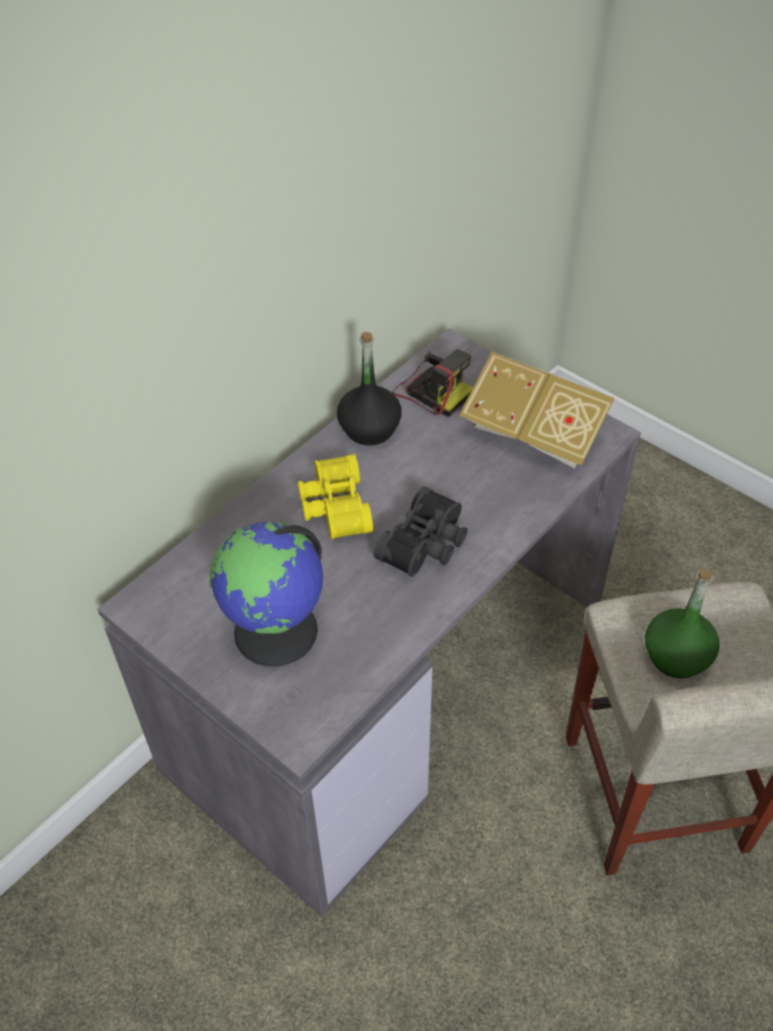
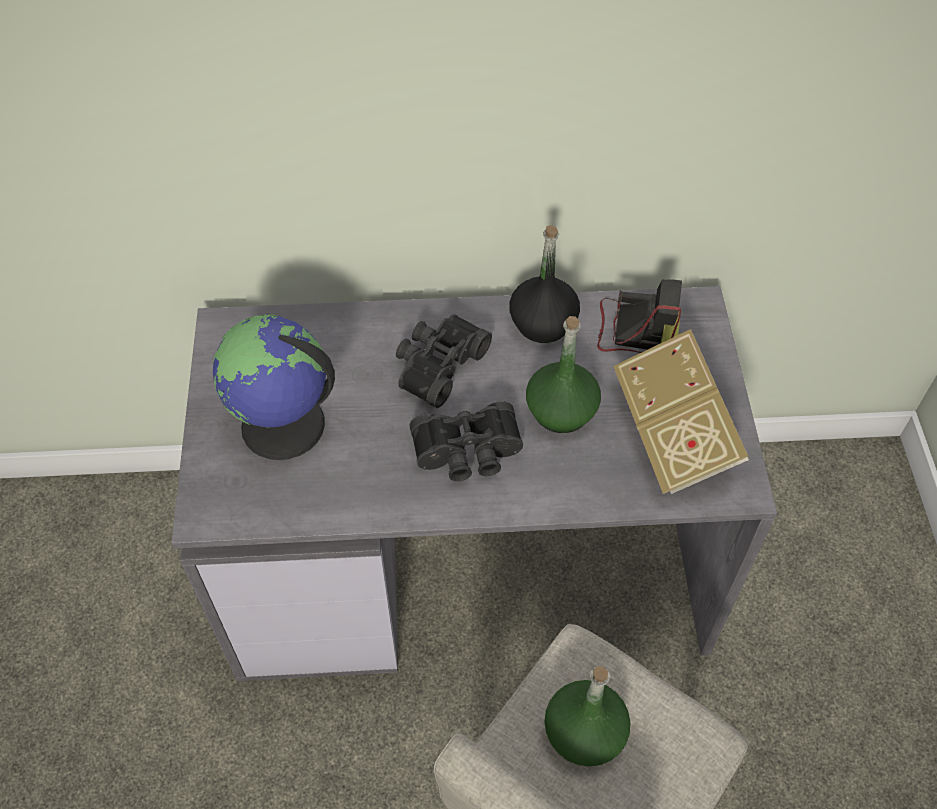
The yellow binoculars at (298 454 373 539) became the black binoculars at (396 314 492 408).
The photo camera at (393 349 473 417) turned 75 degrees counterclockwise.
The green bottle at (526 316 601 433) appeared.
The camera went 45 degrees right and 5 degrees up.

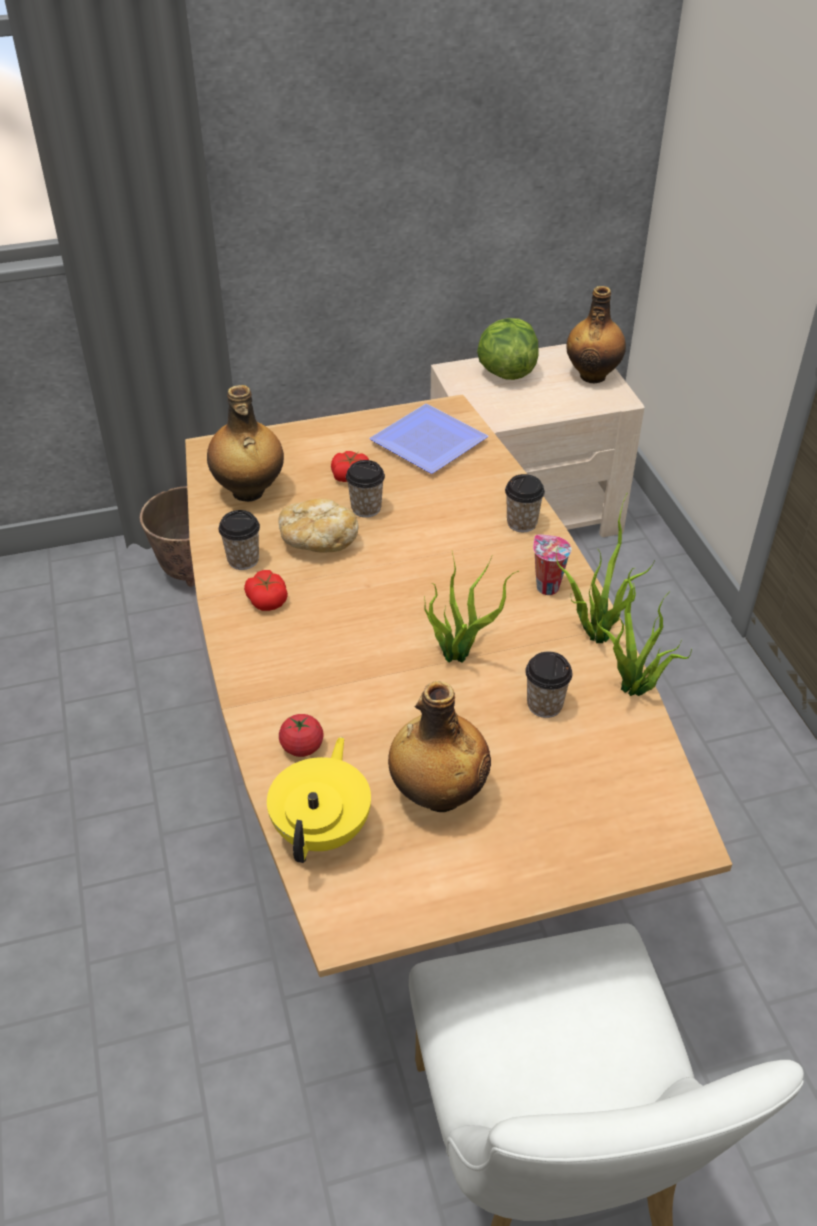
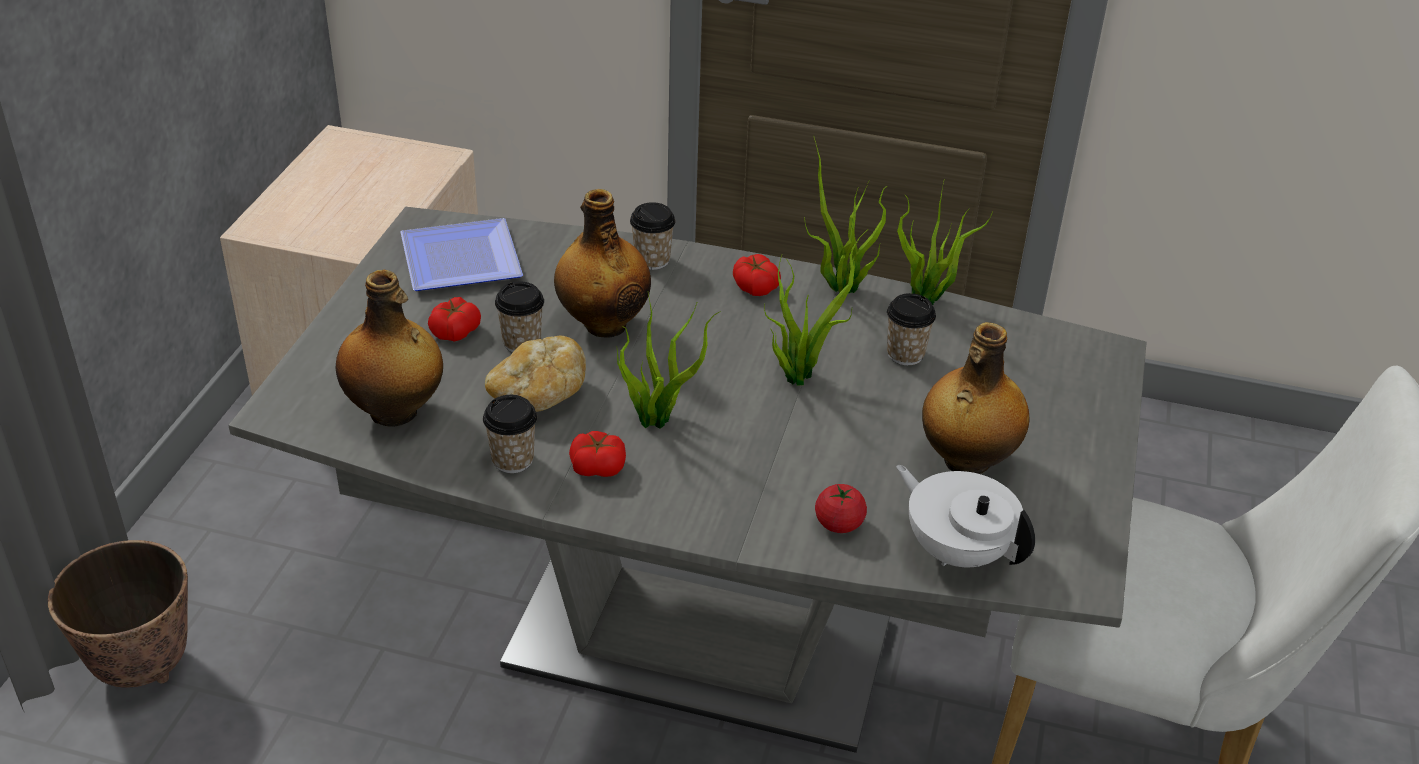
The brown dining table at (185 394 732 977) became the grey dining table at (228 207 1147 753).
The yellow teapot at (267 737 371 863) became the white teapot at (896 465 1035 567).
The lettuce at (477 318 539 380) disappeared.
The cup at (533 534 572 595) was replaced by the tomato at (733 254 781 296).
The bottle moved from (566 286 626 384) to (554 189 651 337).
The potted plant at (617 293 721 429) appeared.
The camera went 60 degrees left and 5 degrees down.

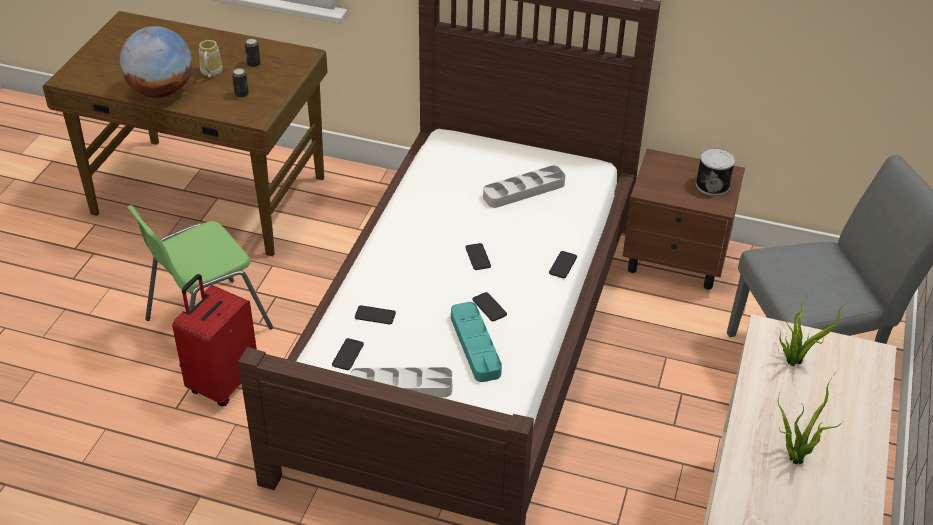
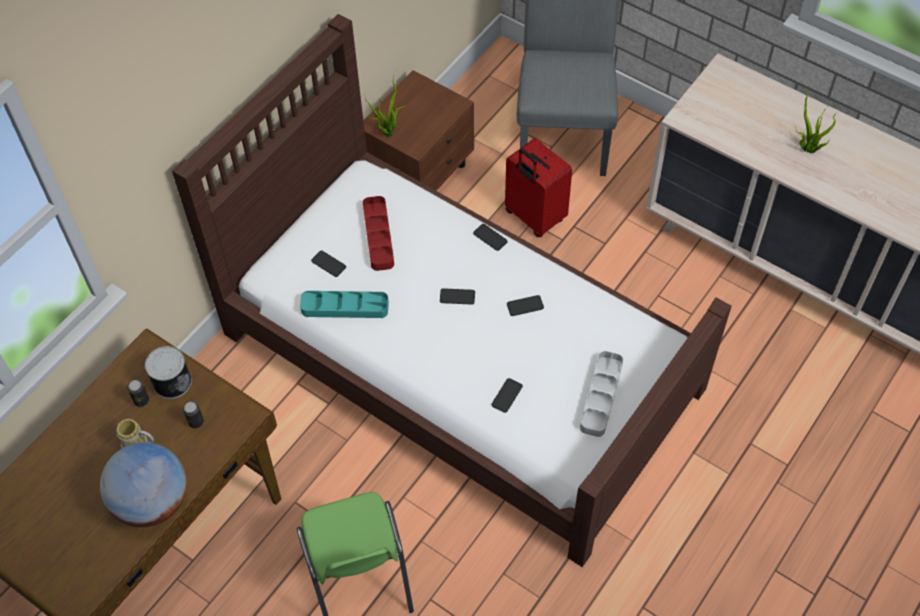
The red suitcase moved from (172 274 257 406) to (505 138 572 237).
The phone moved from (332 338 364 370) to (311 250 346 277).
The turquoise tray moved from (451 302 502 382) to (300 291 389 318).
The grey tray at (483 165 565 208) became the red tray at (363 196 394 271).
The can moved from (696 148 735 196) to (145 346 192 399).
The potted plant moved from (779 294 850 366) to (365 71 407 137).
The camera went 70 degrees left and 15 degrees up.

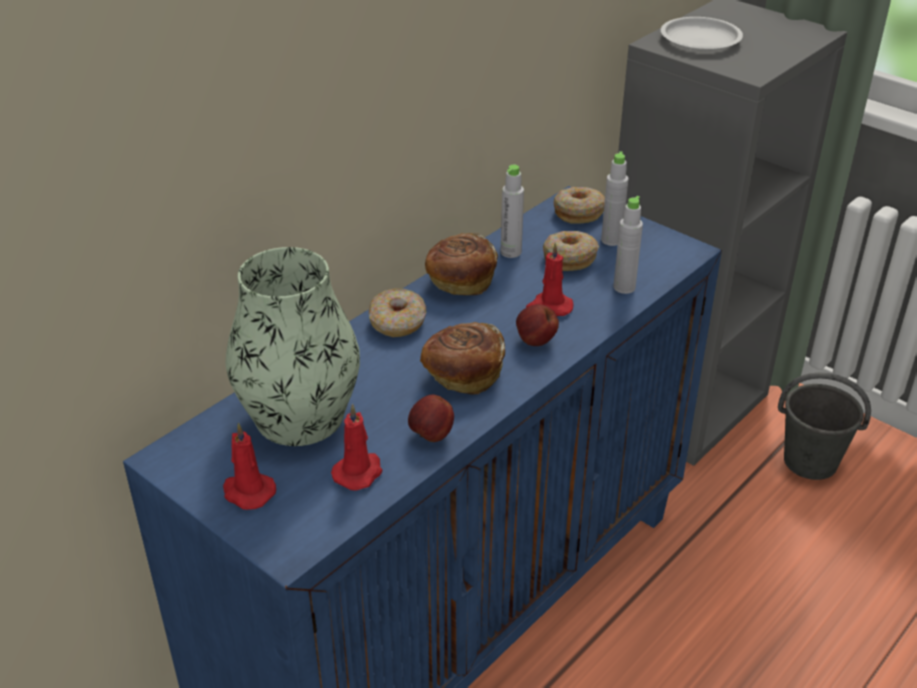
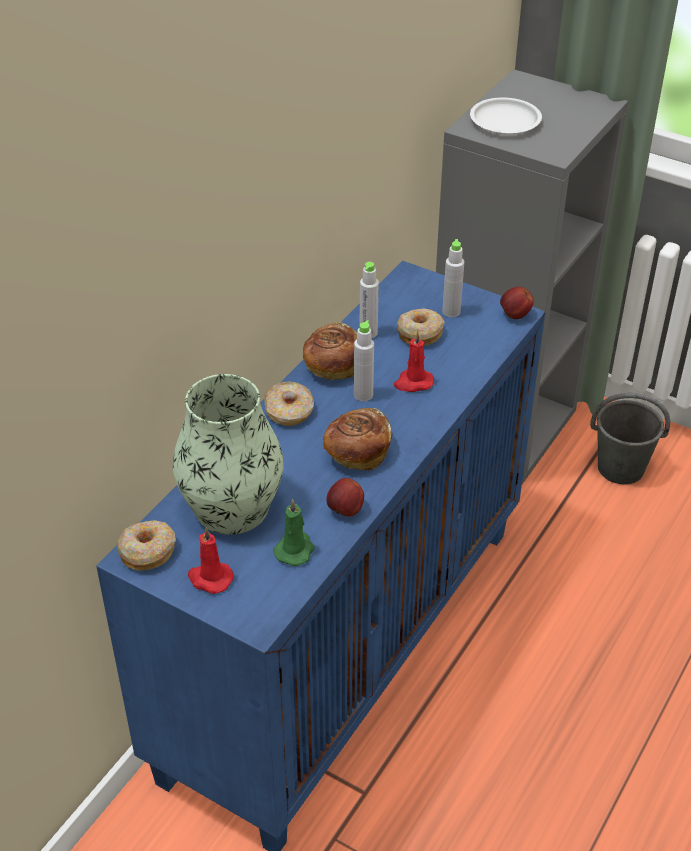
The red candle at (331 404 383 491) became the green candle at (273 499 315 566).
The apple moved from (516 304 559 346) to (500 287 534 319).
The donut moved from (554 187 605 224) to (117 520 176 571).
The grey bottle moved from (613 196 643 294) to (354 320 374 401).
The camera went 10 degrees left and 5 degrees up.

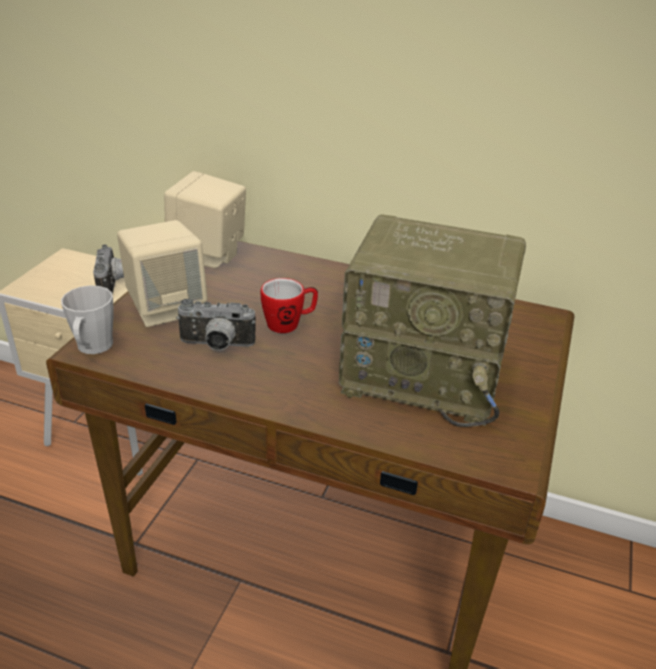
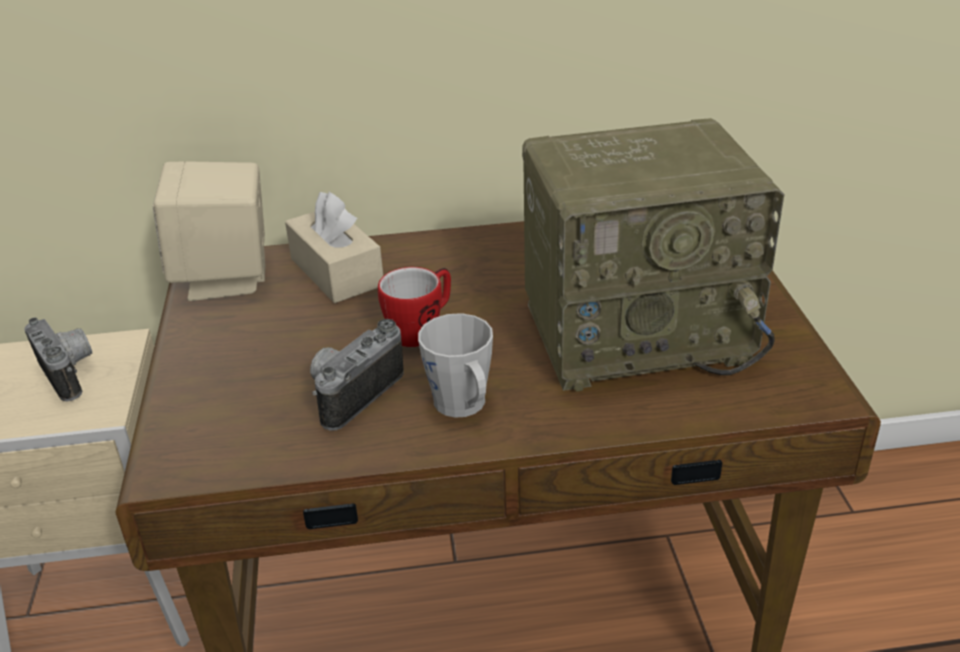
The grey mug moved from (61 285 114 354) to (418 313 493 418).
The beige speaker at (117 220 208 327) disappeared.
The photo camera at (176 299 255 350) turned 150 degrees clockwise.
The beige tissue box at (285 192 383 303) appeared.
The camera went 25 degrees left and 0 degrees up.

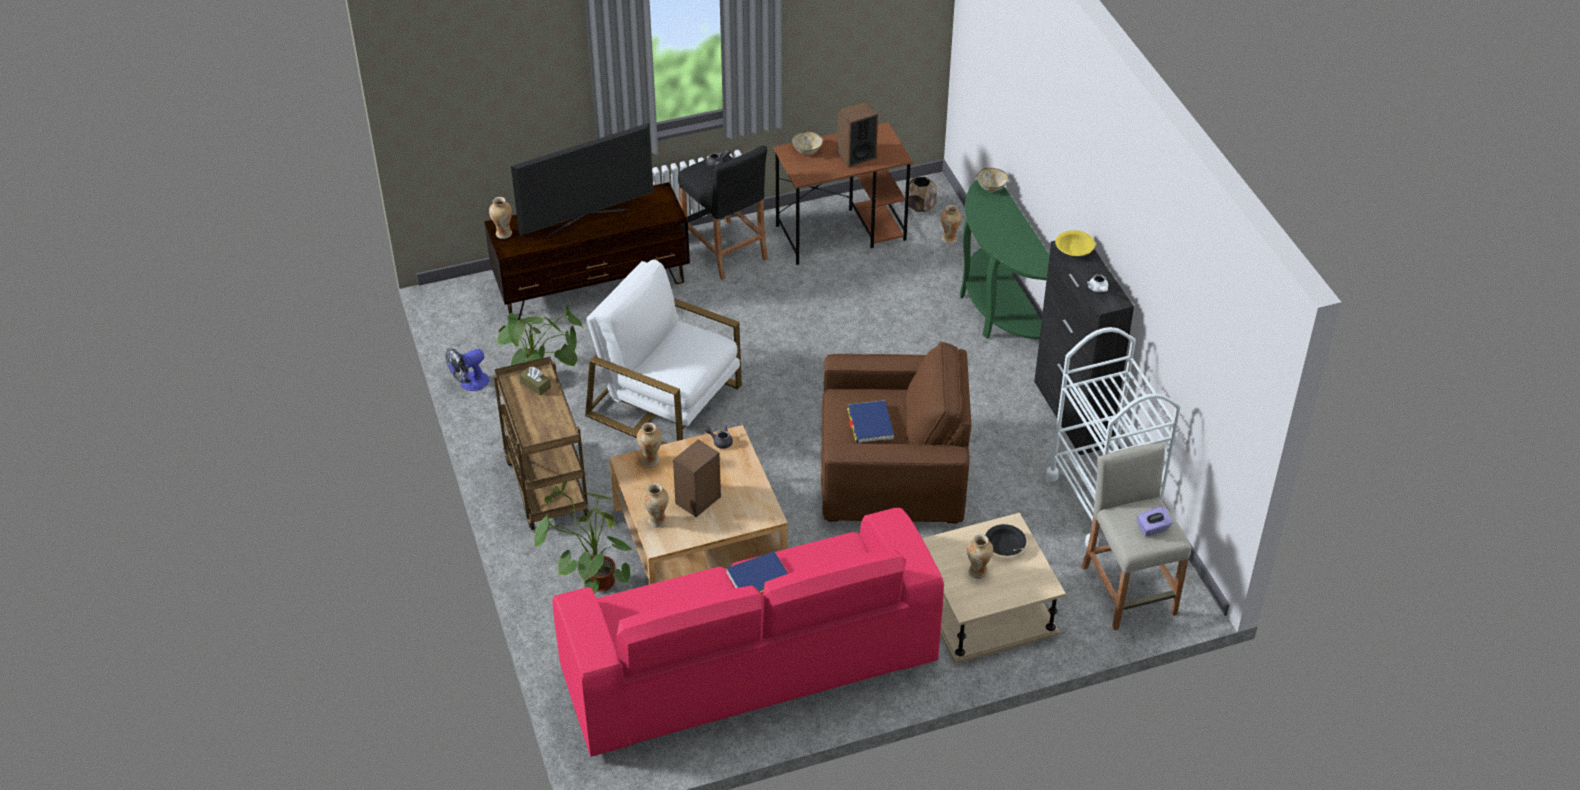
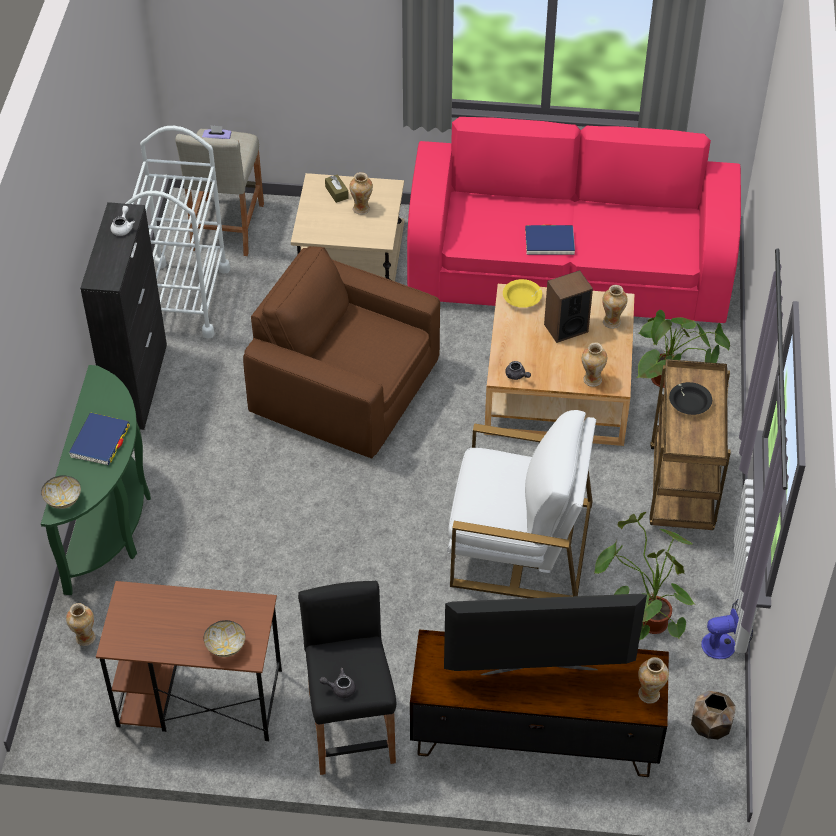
The brown tissue box moved from (519 367 551 396) to (325 174 349 203).
The white armchair at (585 260 742 445) turned 45 degrees counterclockwise.
The speaker at (837 101 878 167) disappeared.
The blue book moved from (847 400 894 443) to (69 412 130 465).
The brown planter moved from (905 177 937 212) to (691 691 736 740).
The black bowl moved from (985 524 1026 556) to (669 382 712 415).
The yellow bowl moved from (1055 230 1095 256) to (503 279 542 308).
The camera went 155 degrees left and 5 degrees up.

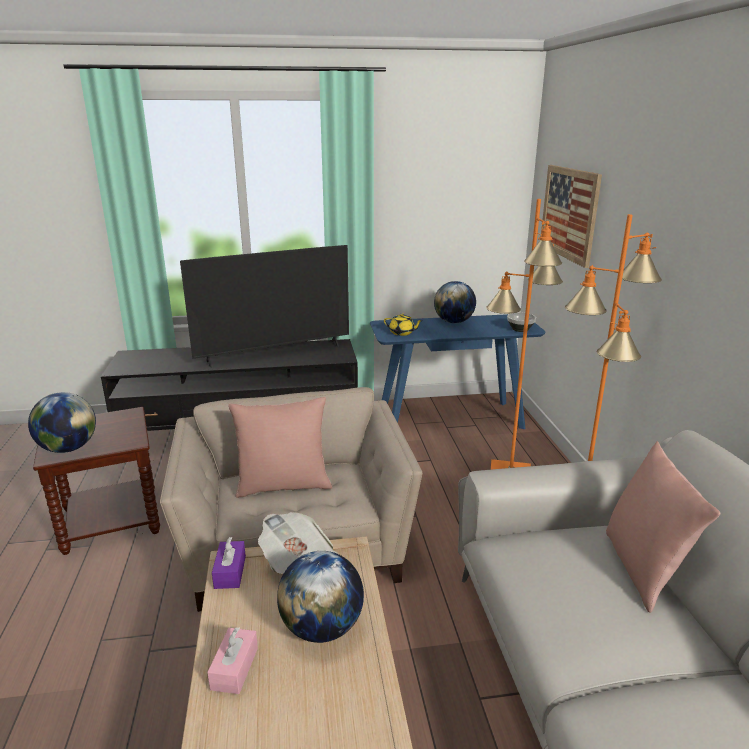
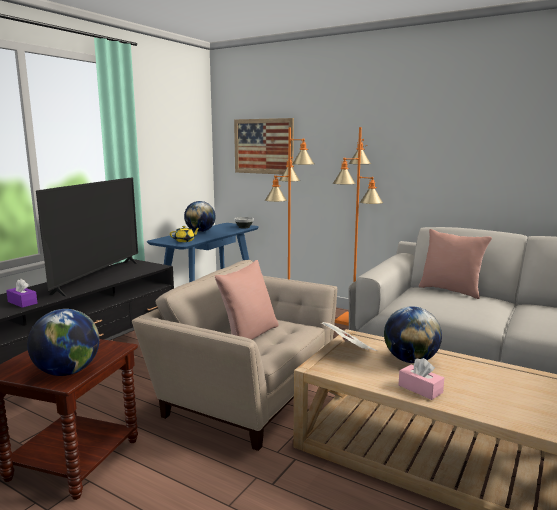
The purple tissue box moved from (212 537 246 589) to (6 279 37 308).
The camera went 50 degrees left and 10 degrees down.

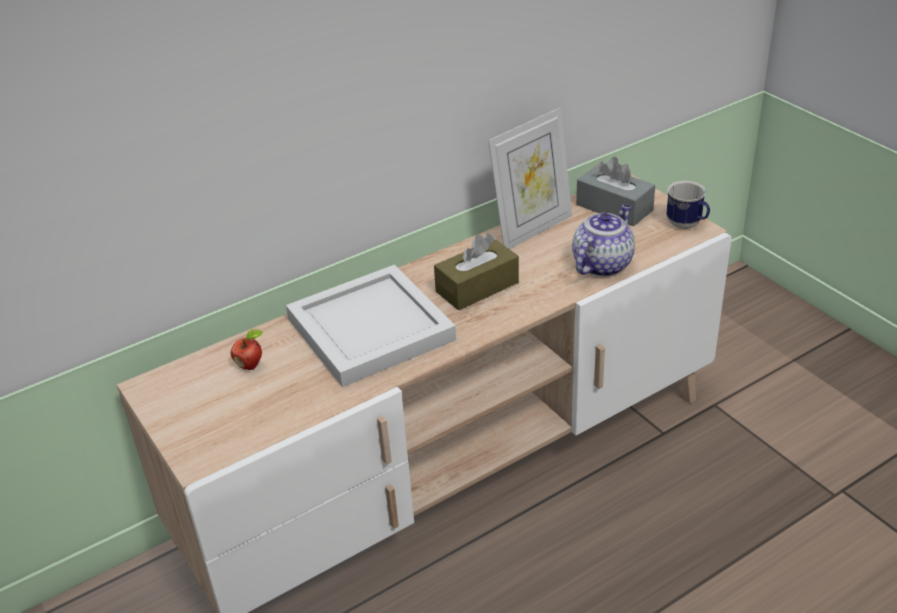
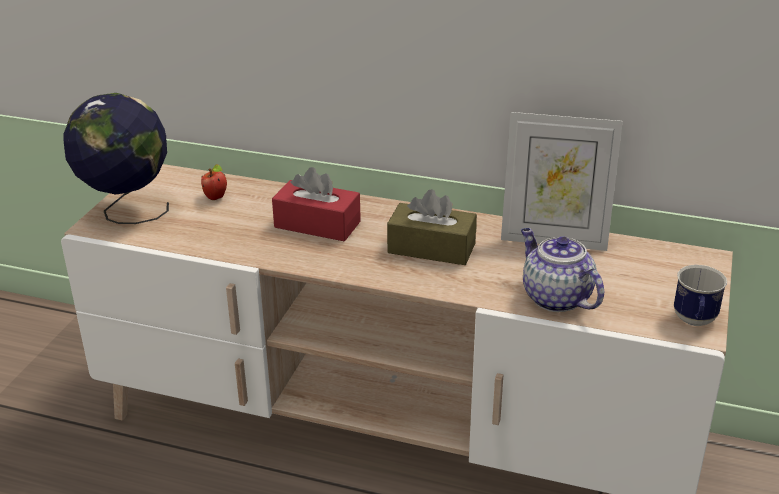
The white tray at (286 265 456 387) was replaced by the red tissue box at (272 167 361 241).
The teapot at (572 204 635 277) turned 120 degrees counterclockwise.
The grey tissue box at (576 157 655 226) disappeared.
The globe at (63 93 169 224) appeared.
The camera went 50 degrees right and 5 degrees down.

